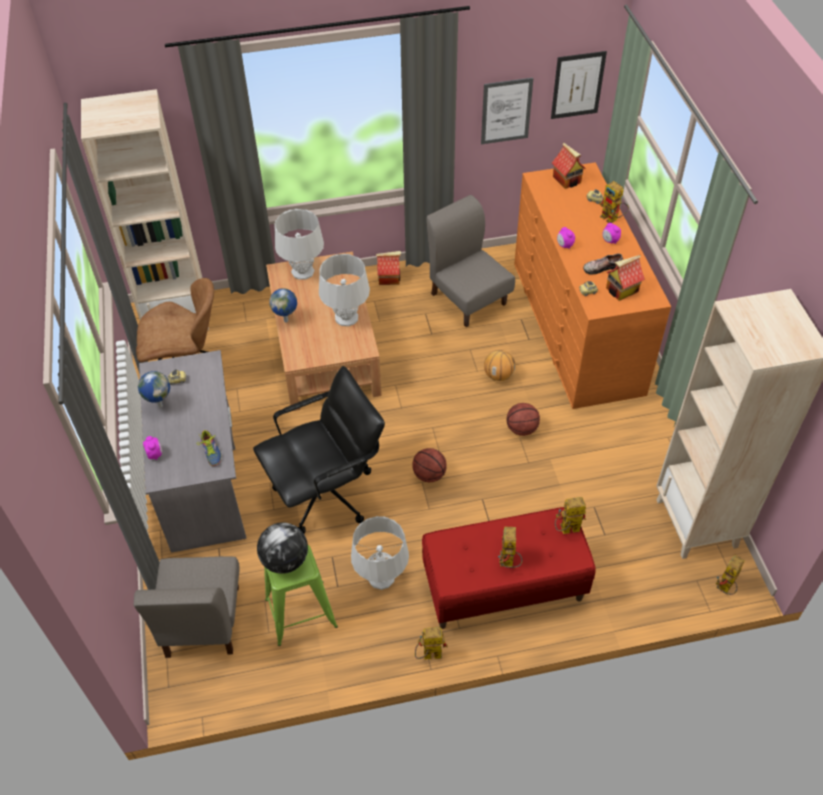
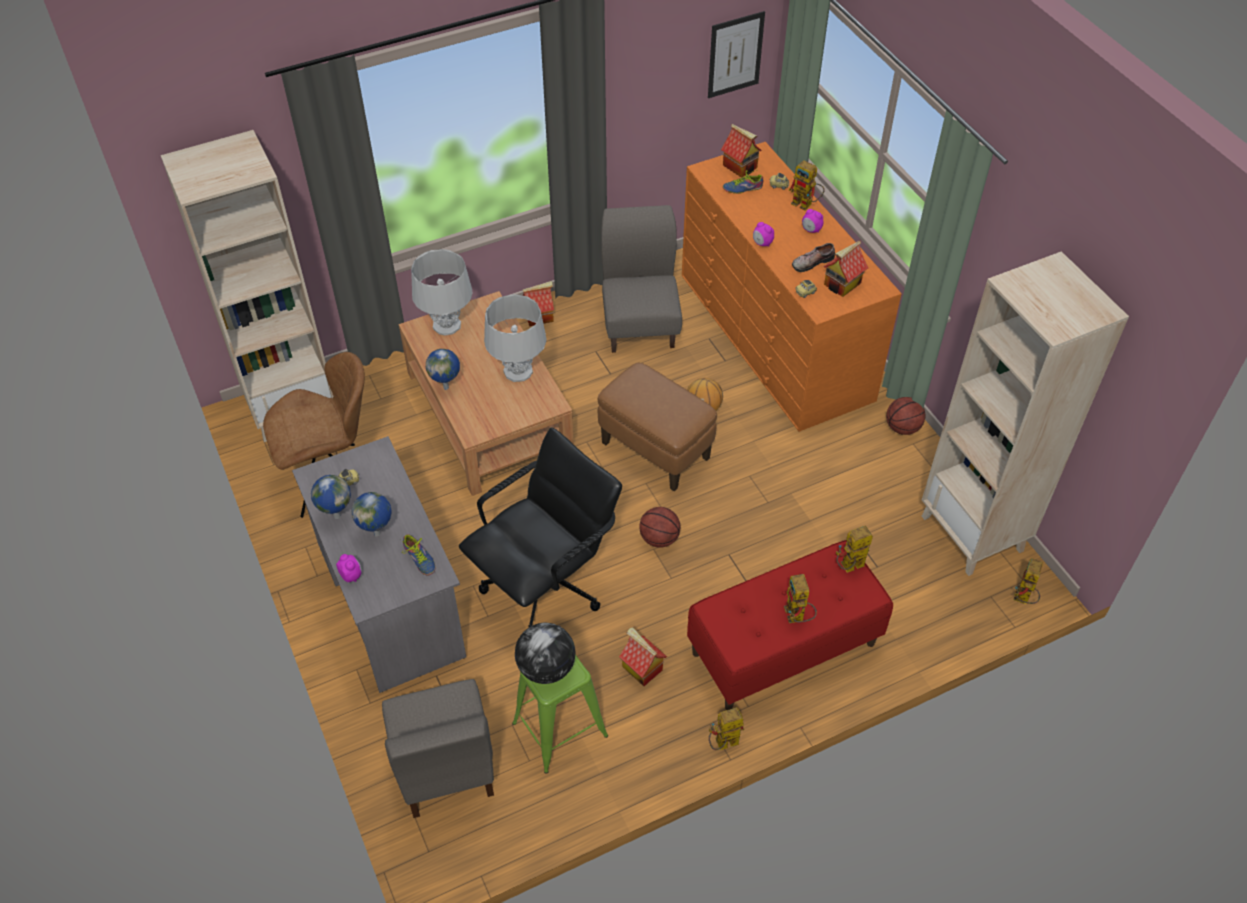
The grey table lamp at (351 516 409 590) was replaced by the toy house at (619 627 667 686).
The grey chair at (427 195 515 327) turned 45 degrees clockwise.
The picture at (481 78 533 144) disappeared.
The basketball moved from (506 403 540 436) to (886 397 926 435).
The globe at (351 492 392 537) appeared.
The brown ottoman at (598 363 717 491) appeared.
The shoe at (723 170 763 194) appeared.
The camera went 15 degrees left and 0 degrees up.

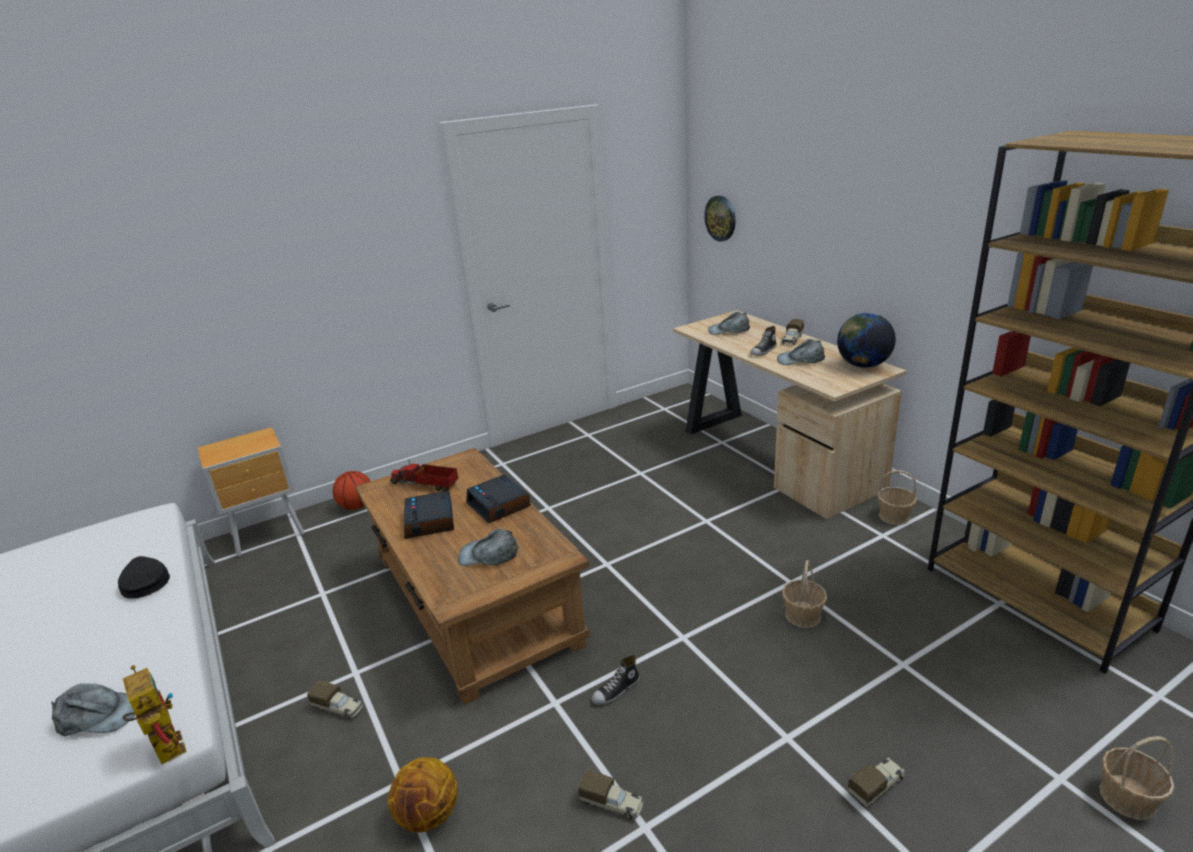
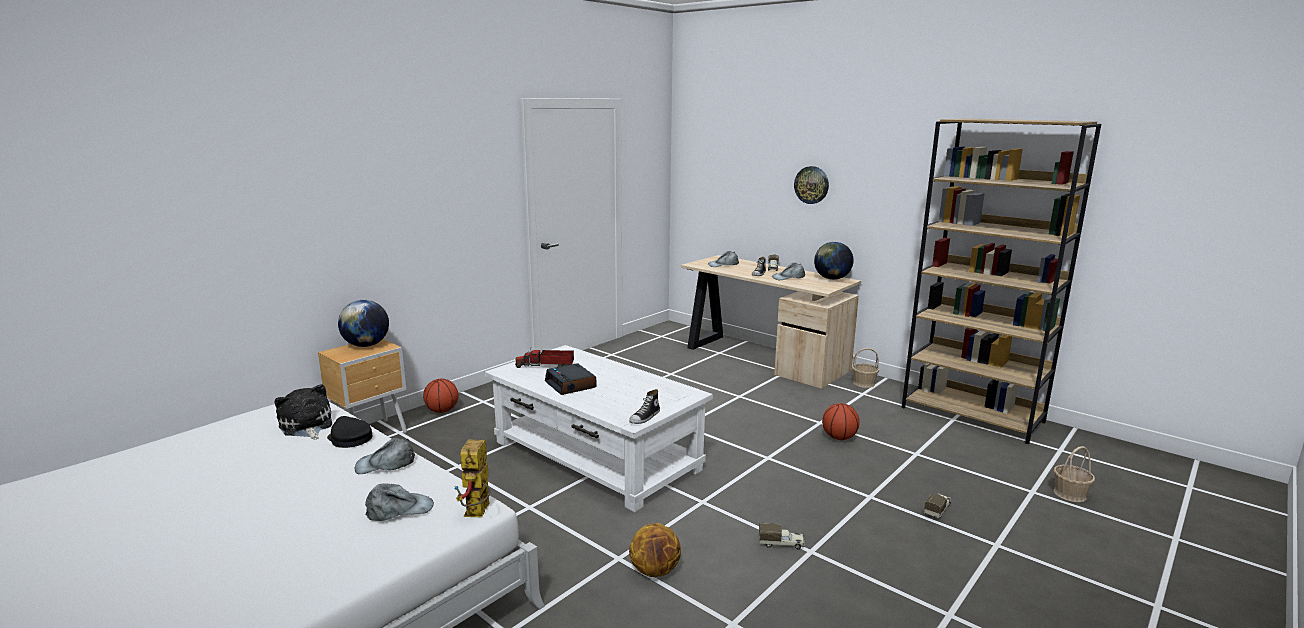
The toy robot at (123 665 187 764) turned 120 degrees counterclockwise.
The toy truck at (307 680 363 720) disappeared.
The brown coffee table at (355 448 589 705) became the white coffee table at (485 345 713 512).
The grey cap moved from (458 529 519 566) to (355 438 415 474).
The alarm clock at (466 475 531 523) disappeared.
The shoe moved from (592 655 640 705) to (629 389 660 424).
The wall clock moved from (704 196 736 242) to (794 166 829 204).
The basket at (782 560 827 628) was replaced by the basketball at (822 403 860 440).
The plush toy at (275 384 332 439) appeared.
The globe at (338 300 389 347) appeared.
The camera went 20 degrees left and 10 degrees down.

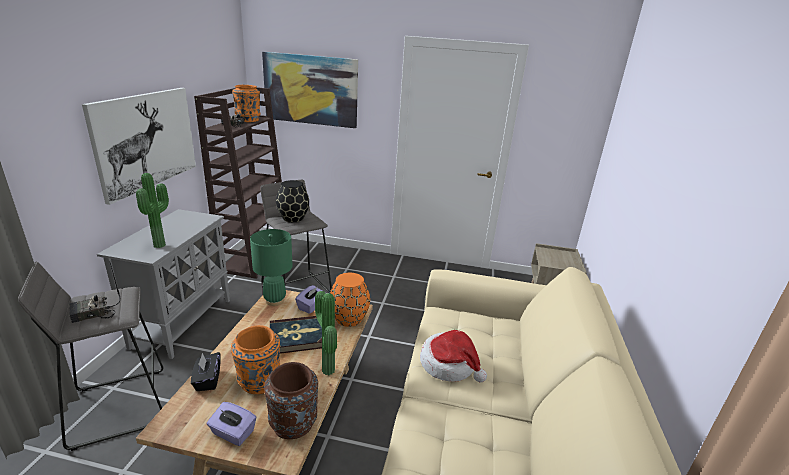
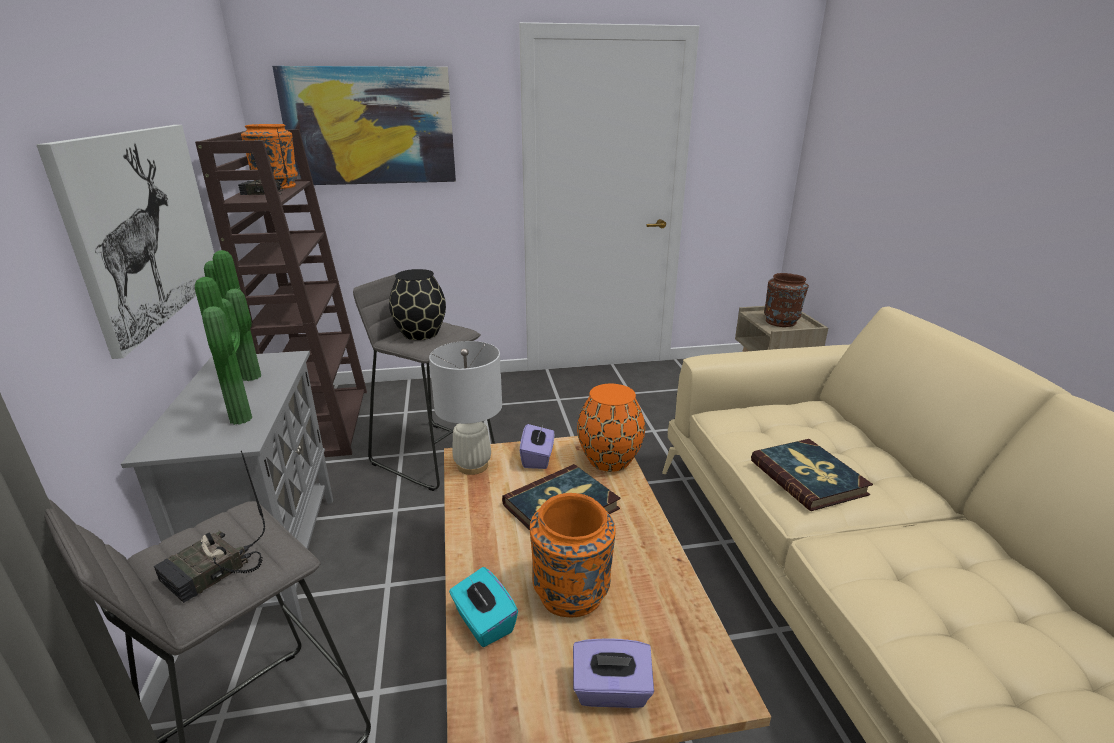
The black tissue box at (191 352 220 391) became the turquoise tissue box at (449 567 518 647).
The green table lamp at (250 229 293 306) became the white table lamp at (429 341 502 475).
The brown vase moved from (264 362 318 439) to (764 273 809 327).
The potted plant moved from (315 291 337 375) to (204 250 261 381).
The hat at (420 330 487 382) was replaced by the book at (751 439 873 511).
The camera went 20 degrees left and 0 degrees up.

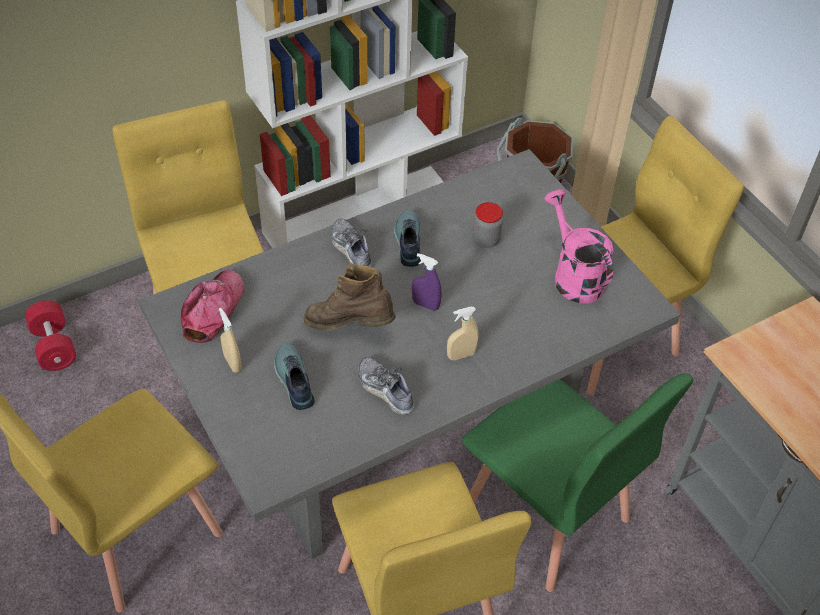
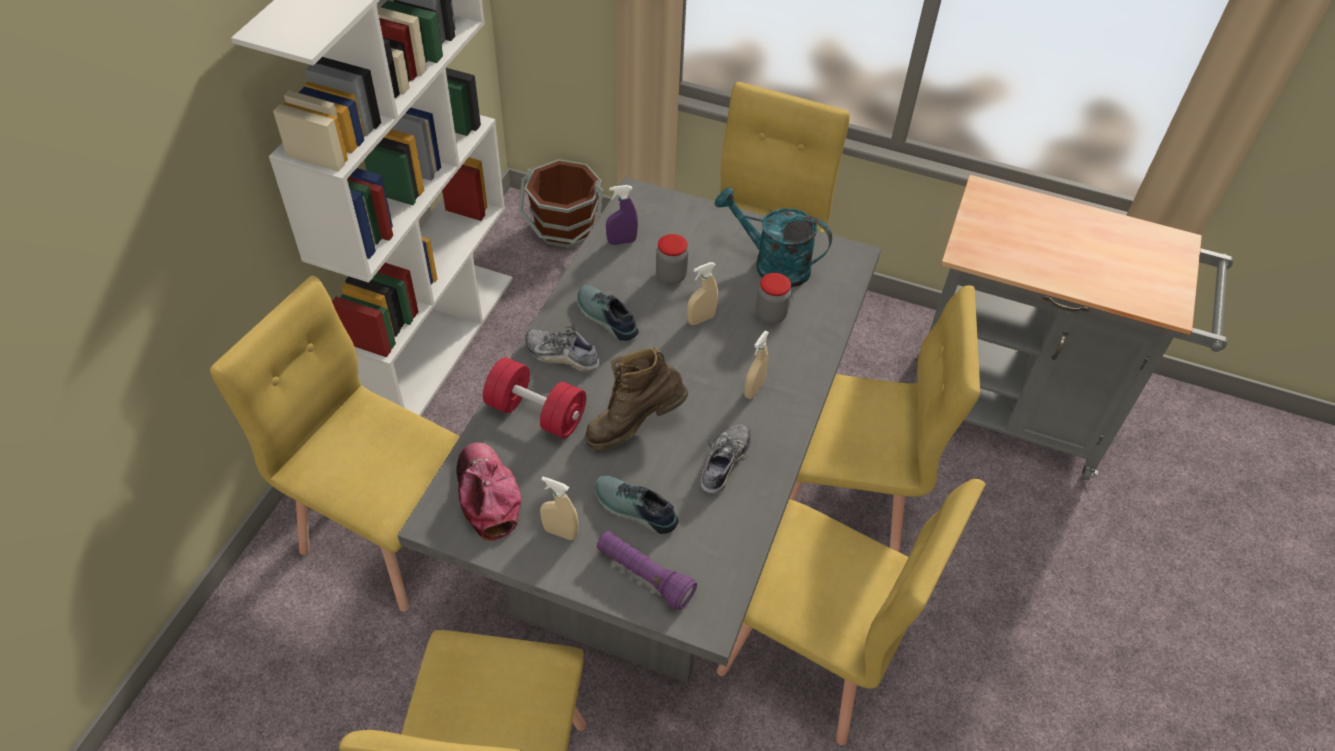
The red dumbbell moved from (25 300 76 371) to (483 357 586 438).
The shoe at (358 357 415 415) turned 105 degrees clockwise.
The purple spray bottle moved from (412 253 442 311) to (606 185 638 245).
The green chair at (462 373 693 592) became the yellow chair at (789 285 980 552).
The pink watering can at (544 189 613 303) became the turquoise watering can at (715 187 832 287).
The purple flashlight at (597 531 697 610) appeared.
The beige spray bottle at (687 262 718 325) appeared.
The jar at (756 273 791 324) appeared.
The camera went 40 degrees left and 0 degrees up.

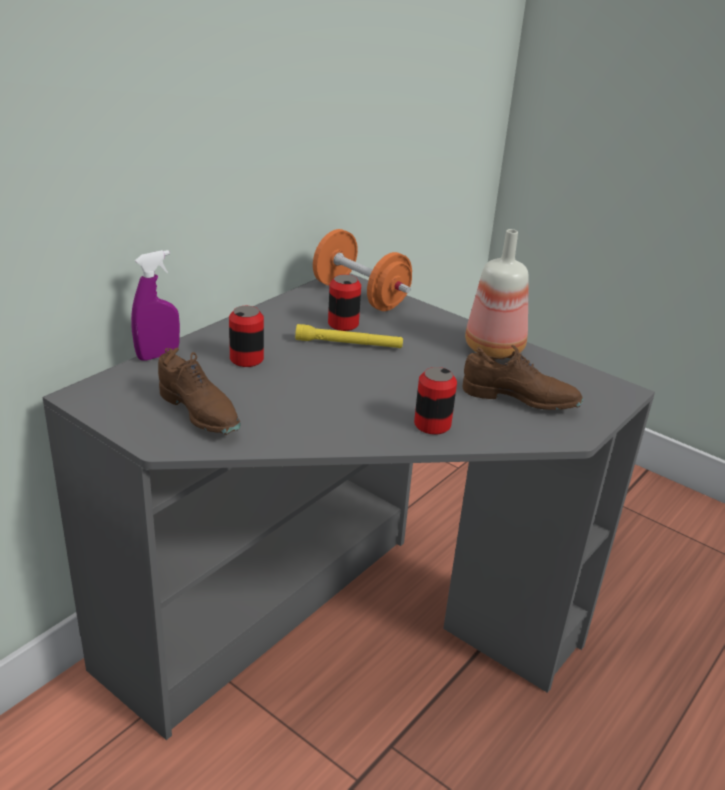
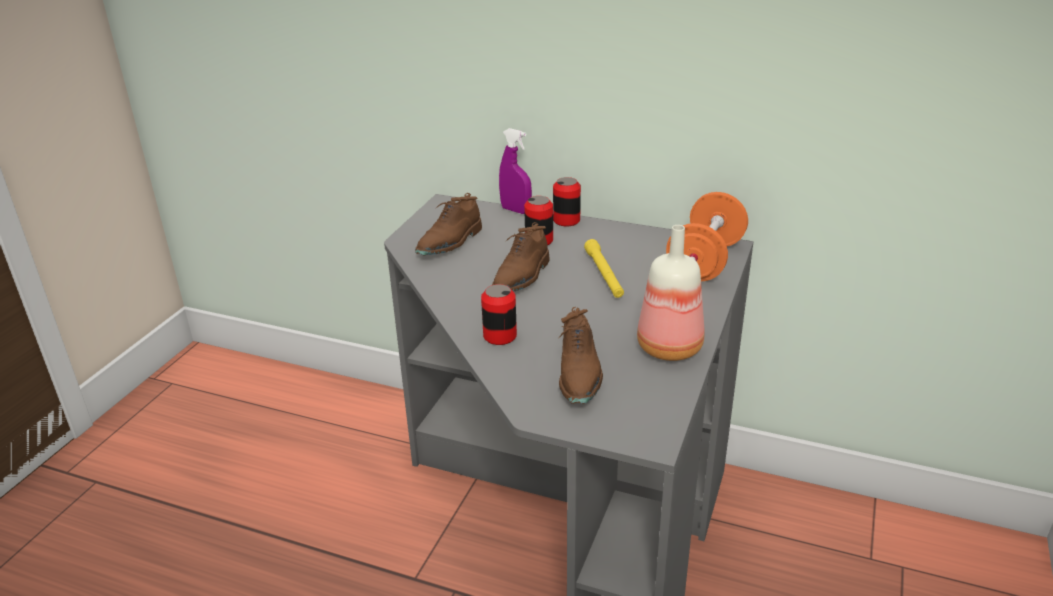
The can moved from (328 274 361 331) to (553 177 581 226).
The brown shoe at (492 222 550 292) appeared.
The camera went 75 degrees right and 0 degrees up.

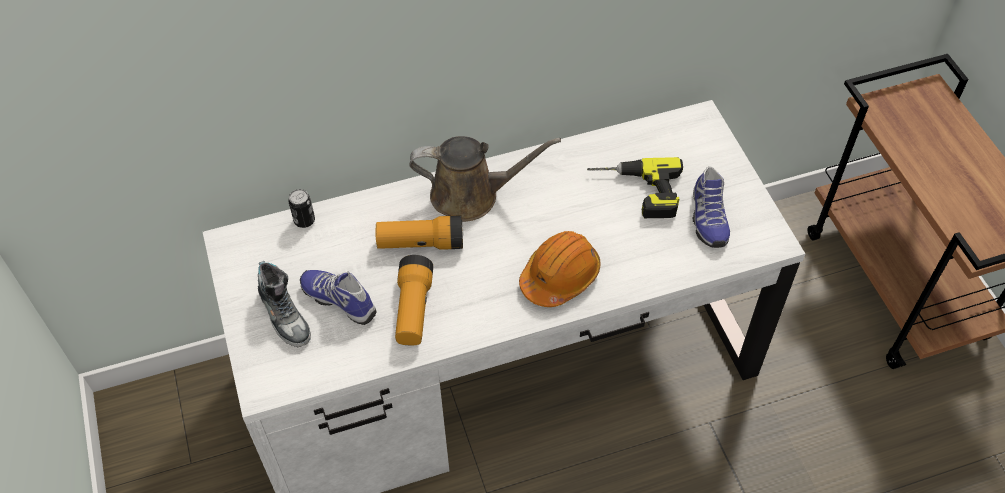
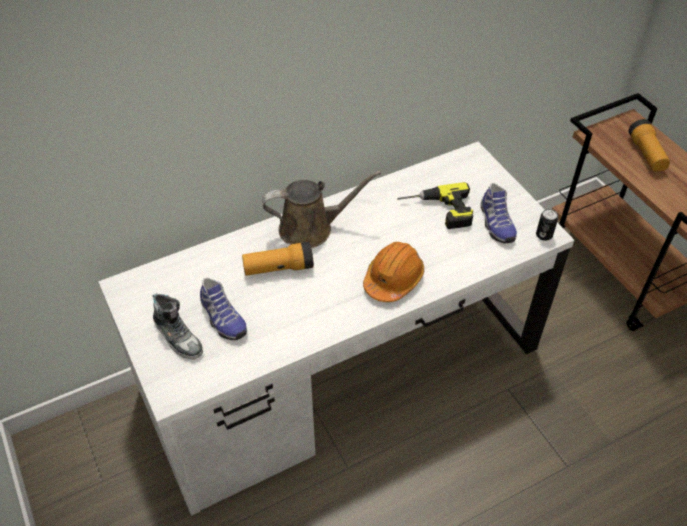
The can moved from (288 189 315 228) to (536 209 558 241).
The shoe at (300 270 376 325) turned 150 degrees counterclockwise.
The flashlight moved from (395 255 433 345) to (629 119 670 172).
The camera went 10 degrees left and 5 degrees down.

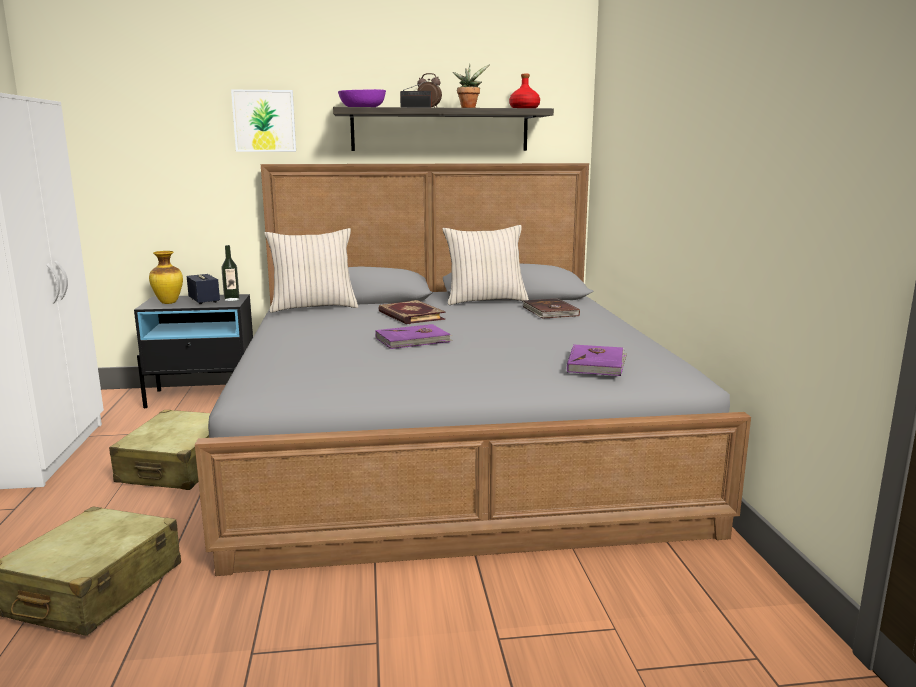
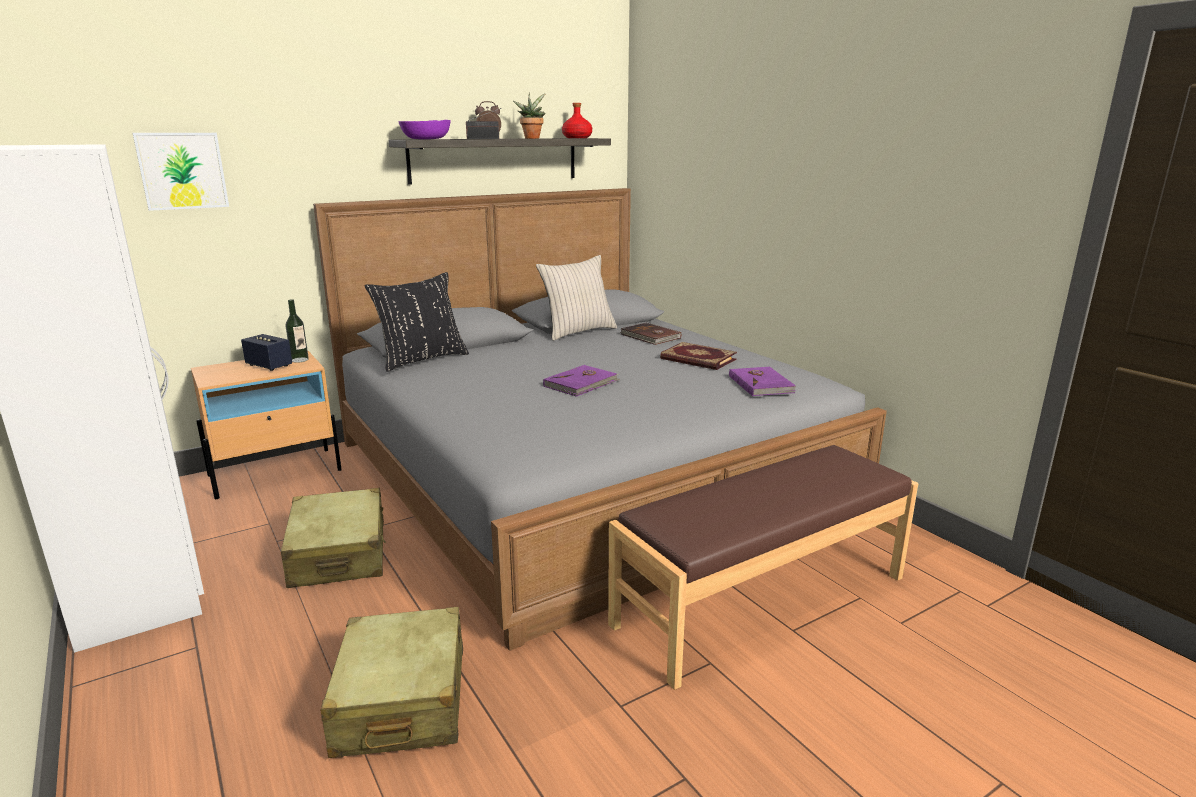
The black nightstand at (134 294 253 408) became the beige nightstand at (191 351 342 499).
The vase at (149 251 183 304) disappeared.
The picture moved from (231 90 296 152) to (133 133 229 211).
The beige pillow at (264 228 358 312) became the black pillow at (365 272 469 372).
The book moved from (378 300 445 324) to (660 342 737 370).
The brown bench at (608 445 918 690) appeared.
The camera went 25 degrees left and 5 degrees up.

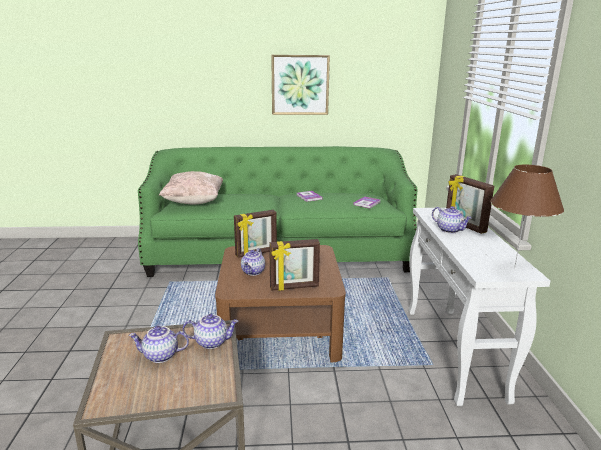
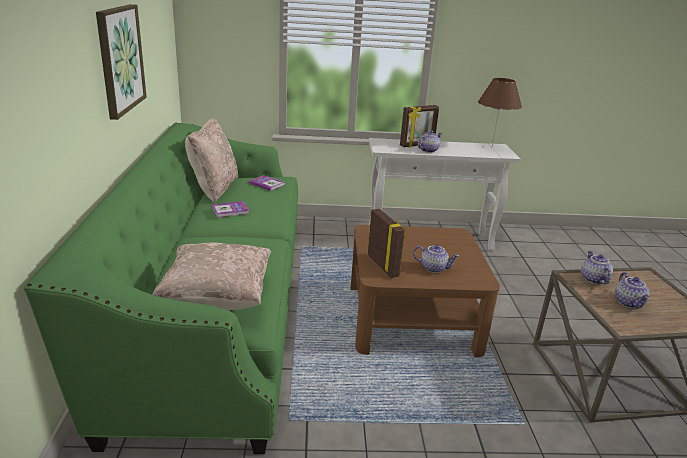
The picture frame at (269 239 320 291) disappeared.
The beige pillow at (185 118 238 203) appeared.
The camera went 90 degrees left and 5 degrees up.

